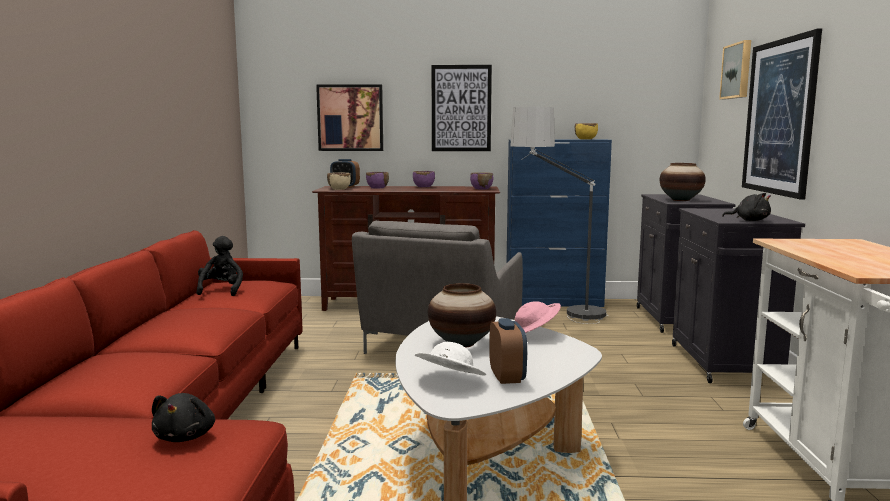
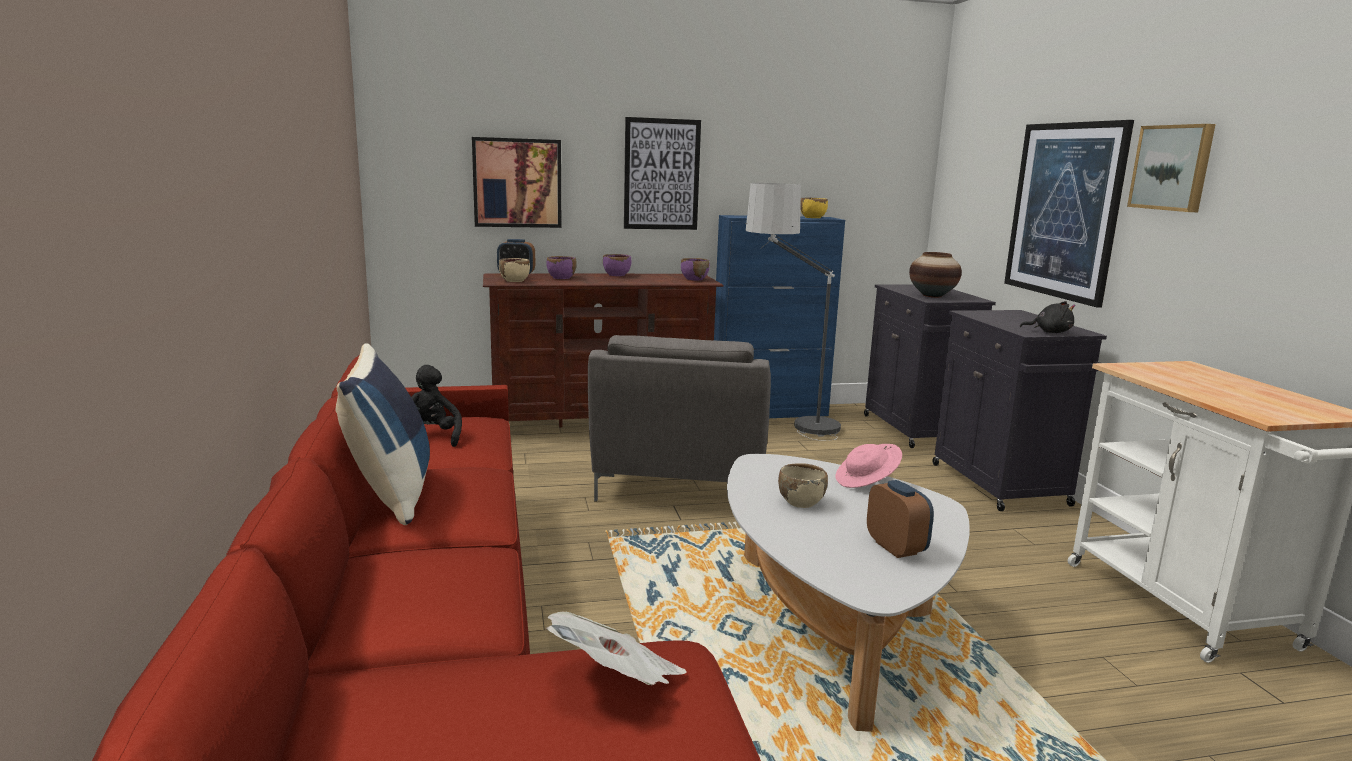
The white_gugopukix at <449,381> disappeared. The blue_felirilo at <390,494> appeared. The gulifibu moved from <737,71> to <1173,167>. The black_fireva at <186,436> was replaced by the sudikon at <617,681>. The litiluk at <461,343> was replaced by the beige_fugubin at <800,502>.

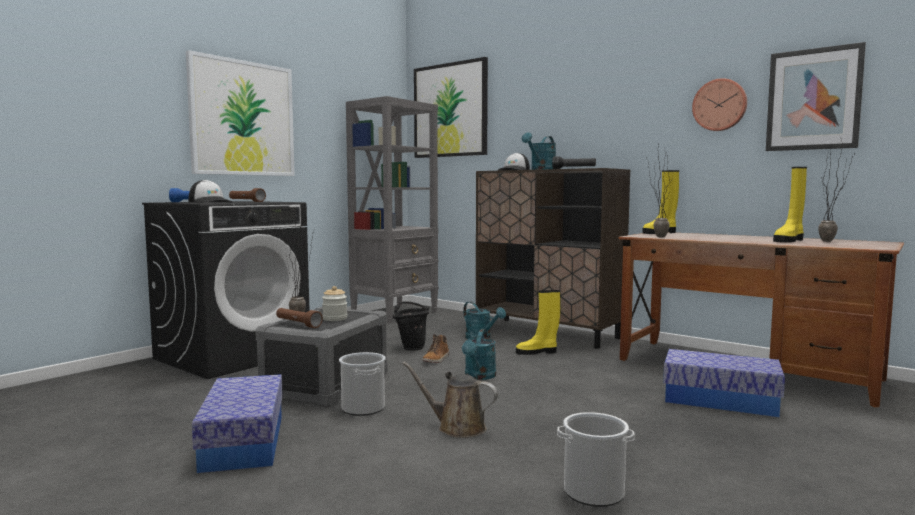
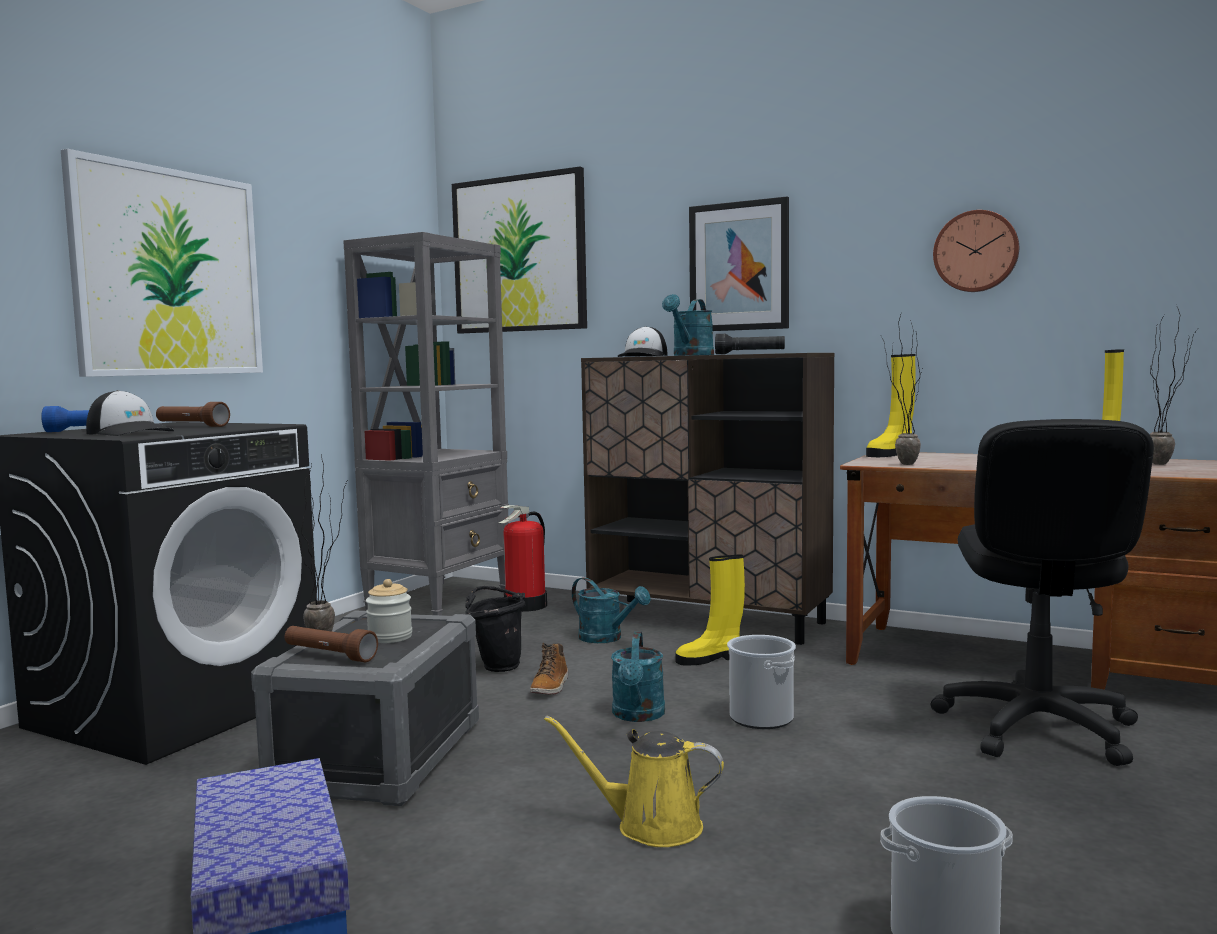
The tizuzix at <526,606> appeared. The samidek moved from <363,408> to <761,718>. The gulifibu moved from <813,99> to <739,266>. The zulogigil at <720,400> was replaced by the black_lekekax at <1036,728>. The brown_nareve at <457,427> became the yellow_nareve at <650,826>.

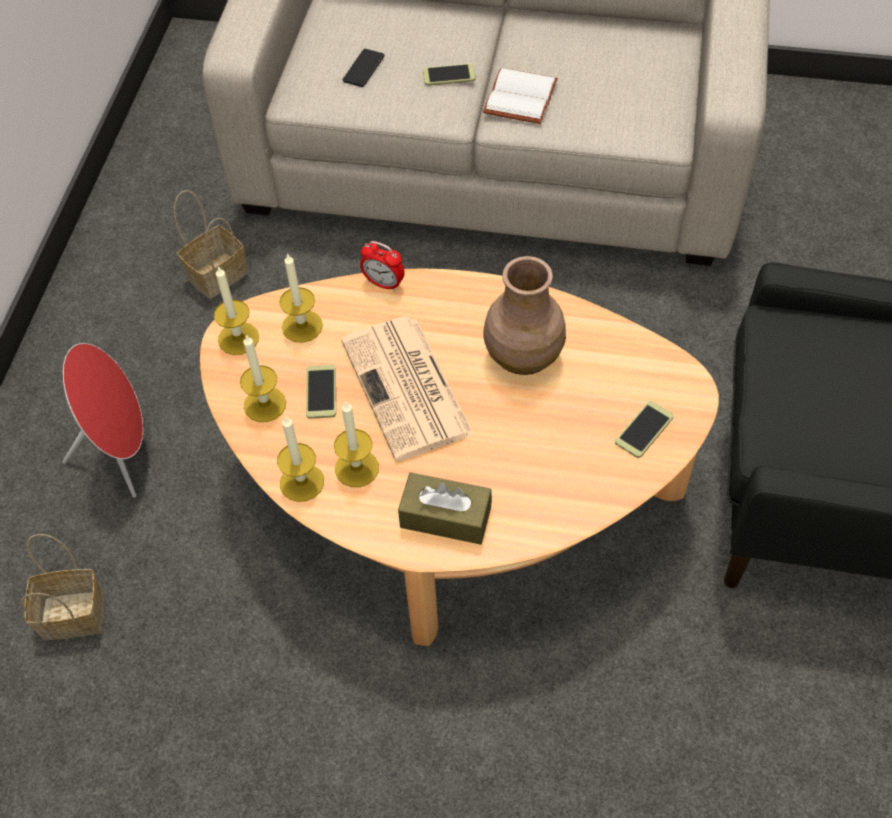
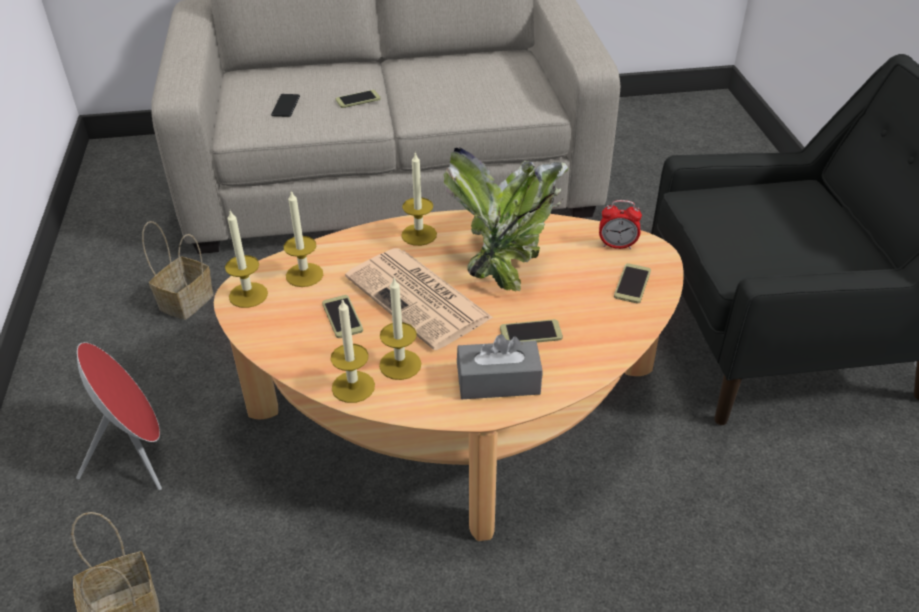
The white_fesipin at <518,96> disappeared. The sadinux at <530,333> appeared. The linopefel moved from <265,404> to <419,235>. The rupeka moved from <384,283> to <617,245>. The brown_litiluk at <522,356> was replaced by the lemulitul at <506,257>. The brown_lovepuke at <445,517> became the grey_lovepuke at <498,382>.

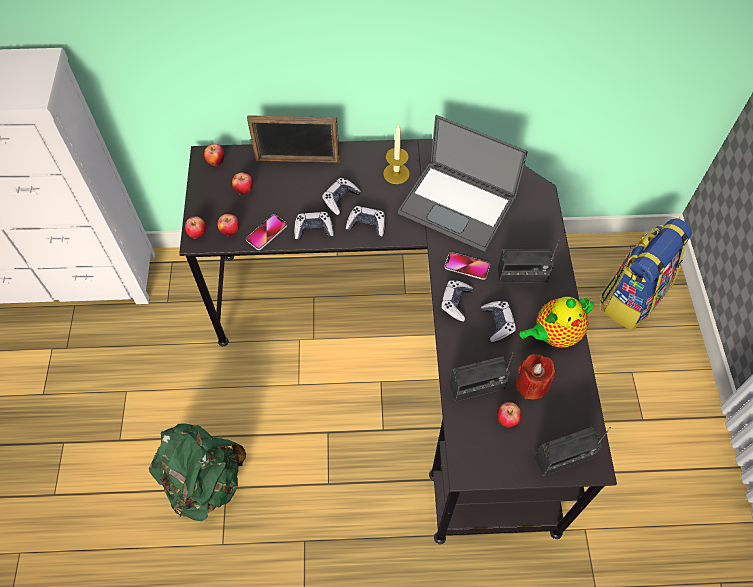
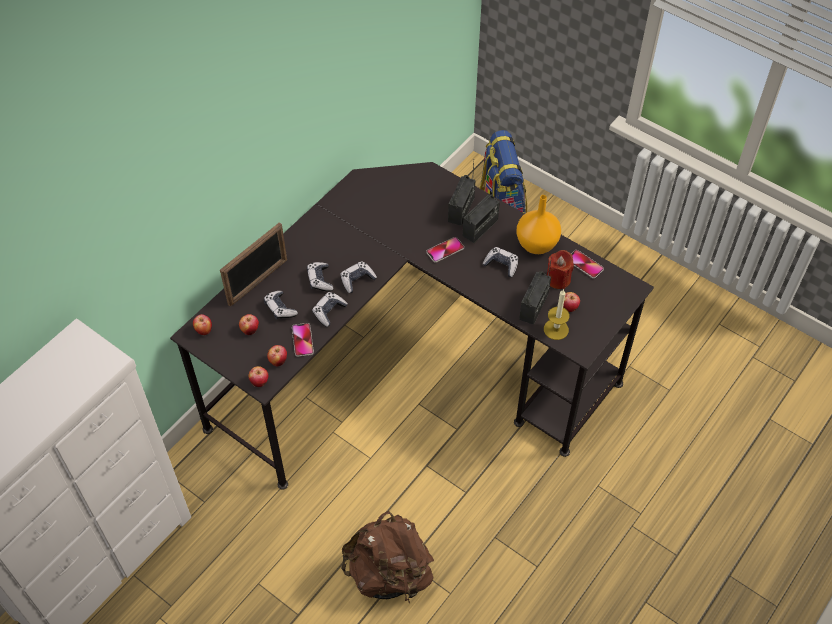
The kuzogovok at <459,205> disappeared. The sadinux at <584,264> appeared. The linopefel moved from <396,173> to <556,329>. The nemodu moved from <455,303> to <280,308>. The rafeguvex moved from <563,458> to <461,210>. The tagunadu at <553,335> was replaced by the orange_litiluk at <536,244>. The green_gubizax at <204,481> became the brown_gubizax at <389,573>.

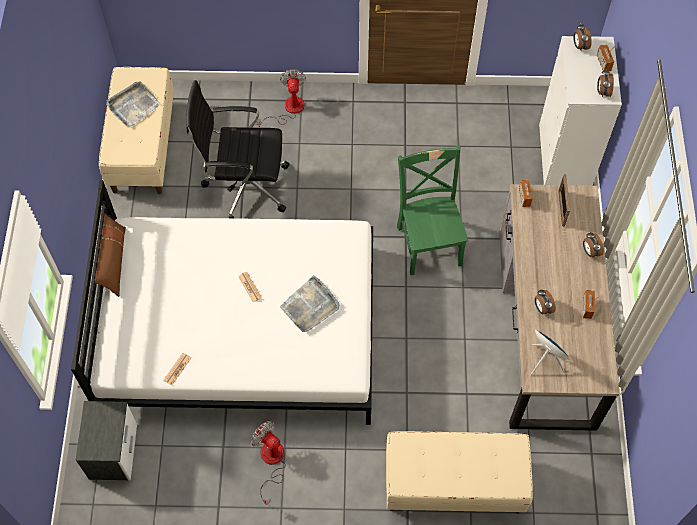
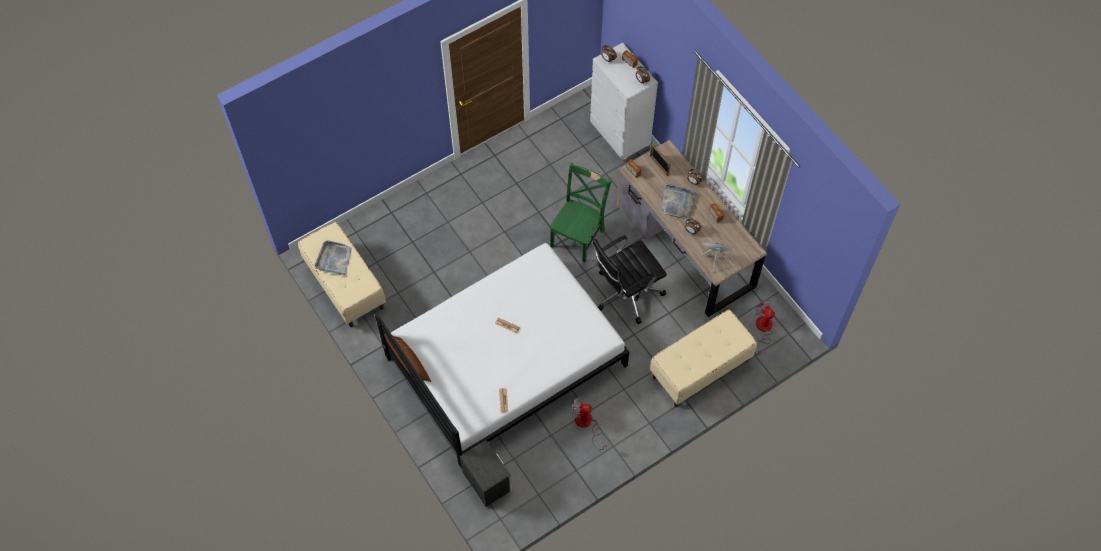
The black_lekekax moved from <244,186> to <626,293>. The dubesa moved from <288,109> to <763,330>. The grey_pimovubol moved from <310,306> to <677,202>. The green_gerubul at <429,242> turned 75 degrees clockwise.

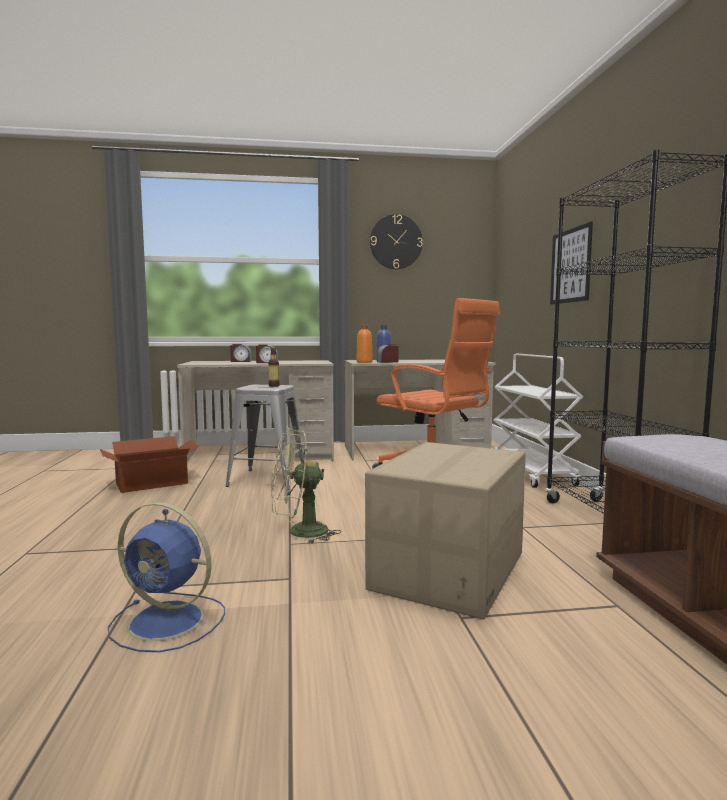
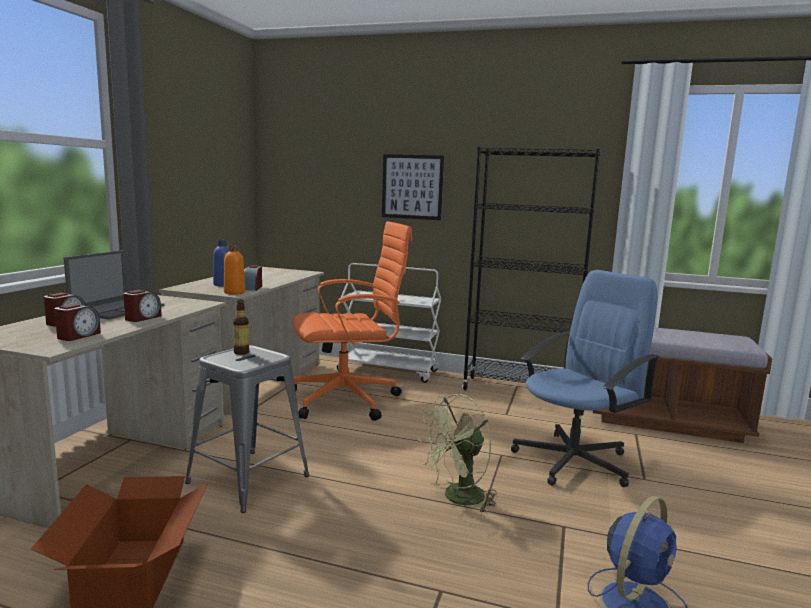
The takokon at <396,242> disappeared. The rupeka at <78,336> appeared. The kuzogovok at <118,309> appeared. The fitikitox at <450,571> was replaced by the blue_lekekax at <574,461>. The green_dubesa at <299,533> turned 45 degrees clockwise.

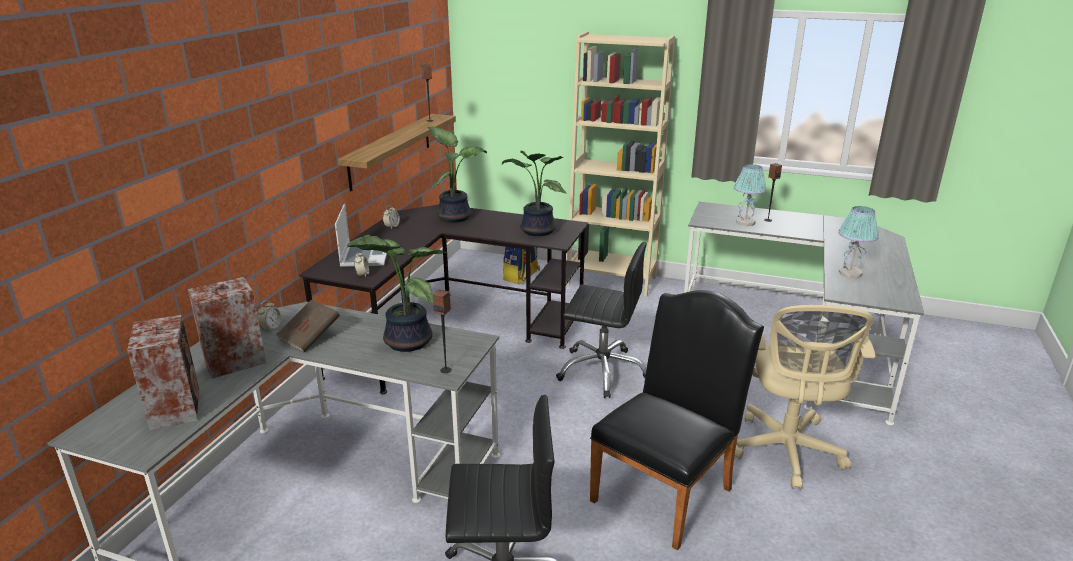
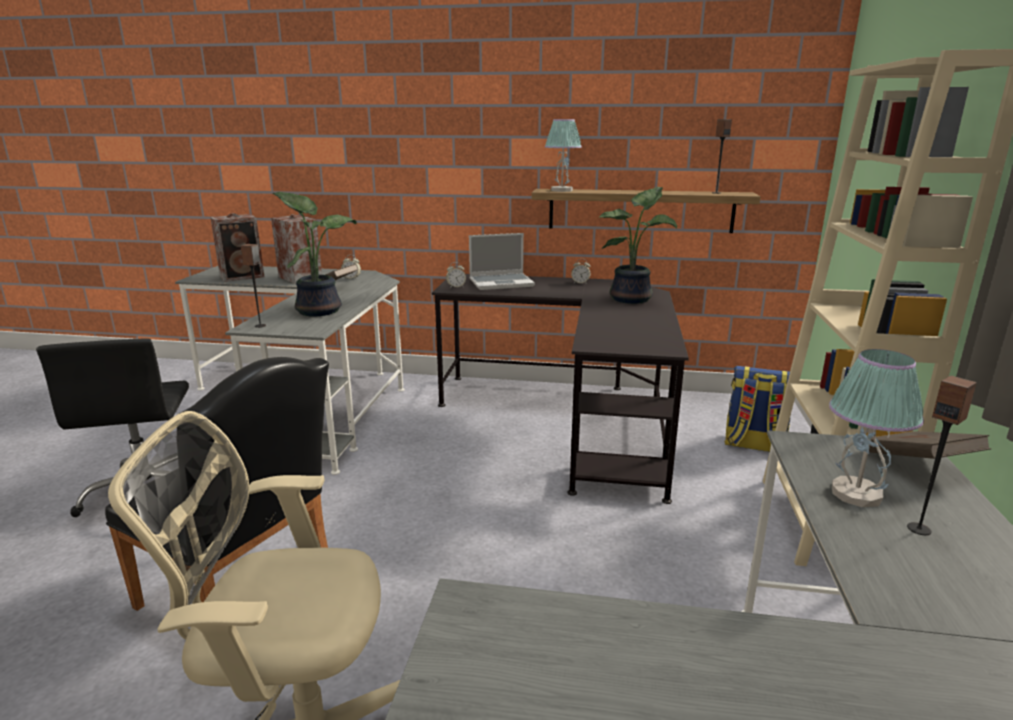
The lemulitul at <535,231> disappeared. The black_lekekax at <602,371> disappeared. The brown_fesipin at <916,465> appeared. The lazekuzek moved from <850,273> to <561,190>.

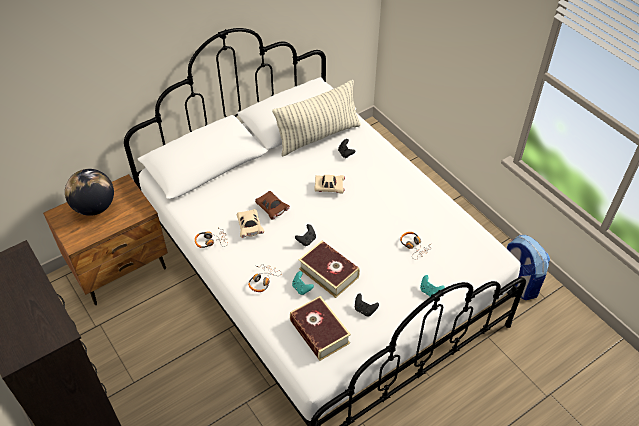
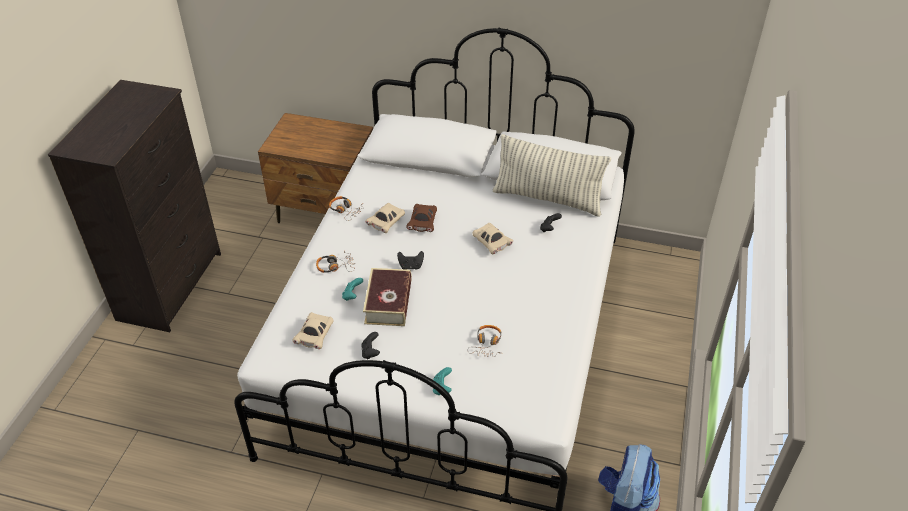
The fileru at <95,207> disappeared. The fesipin at <319,332> was replaced by the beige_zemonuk at <315,336>.

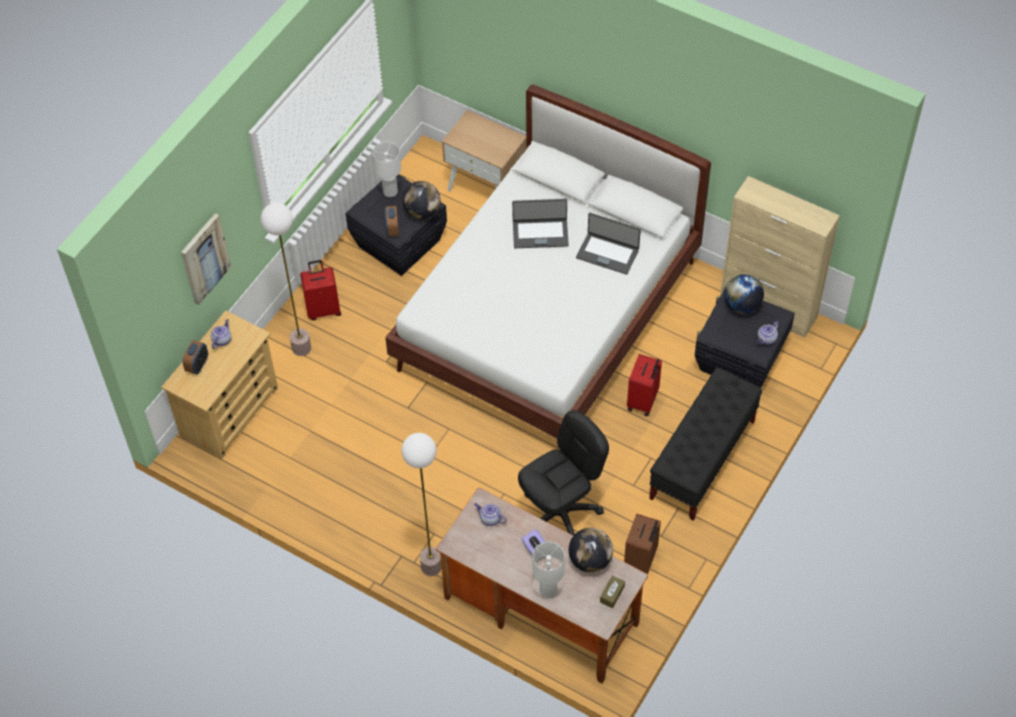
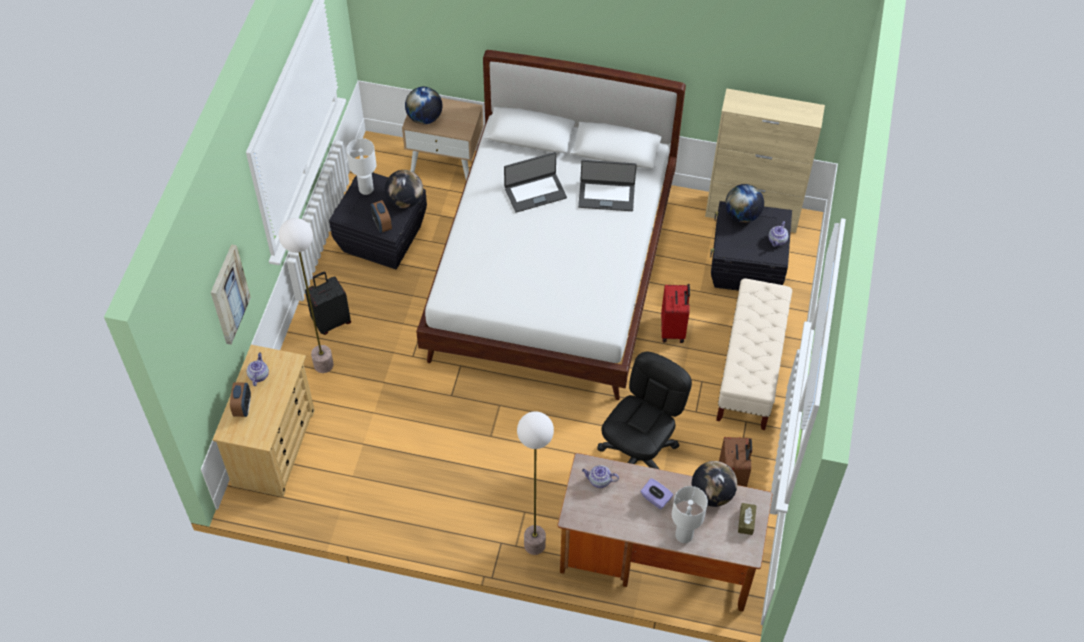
The fileru at <424,118> appeared. The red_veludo at <323,309> became the black_veludo at <331,321>. The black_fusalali at <702,460> became the beige_fusalali at <750,370>.

